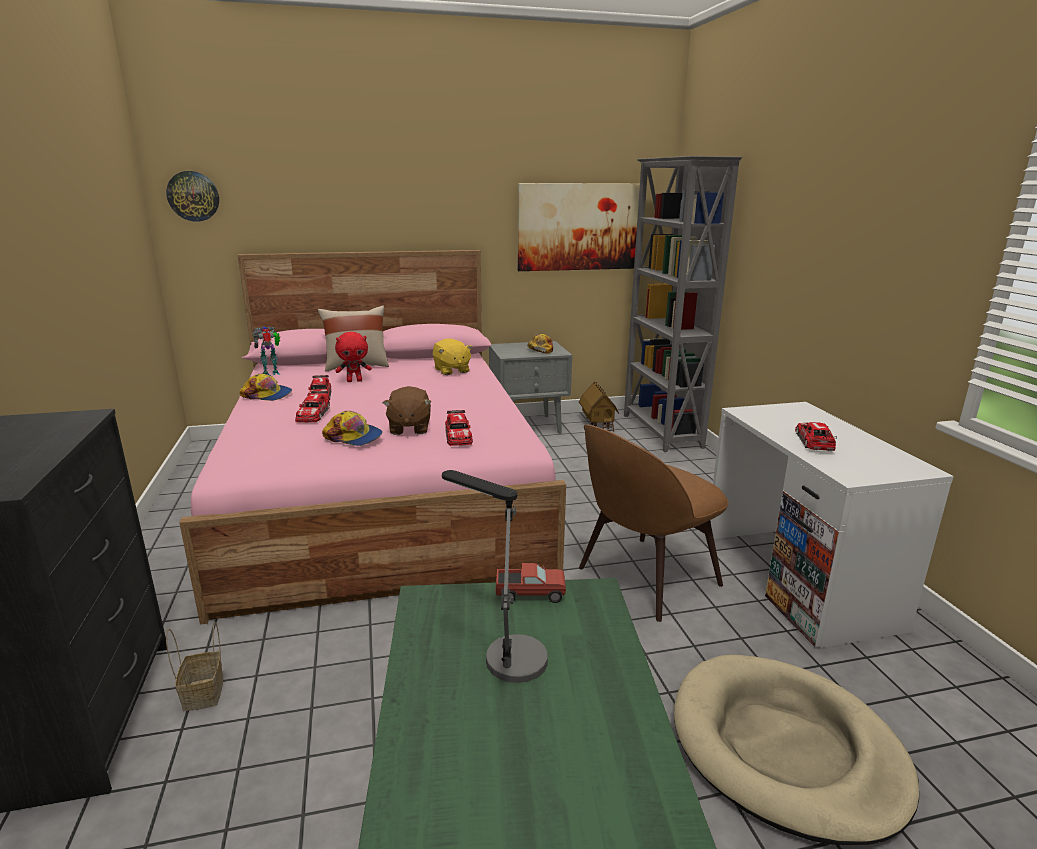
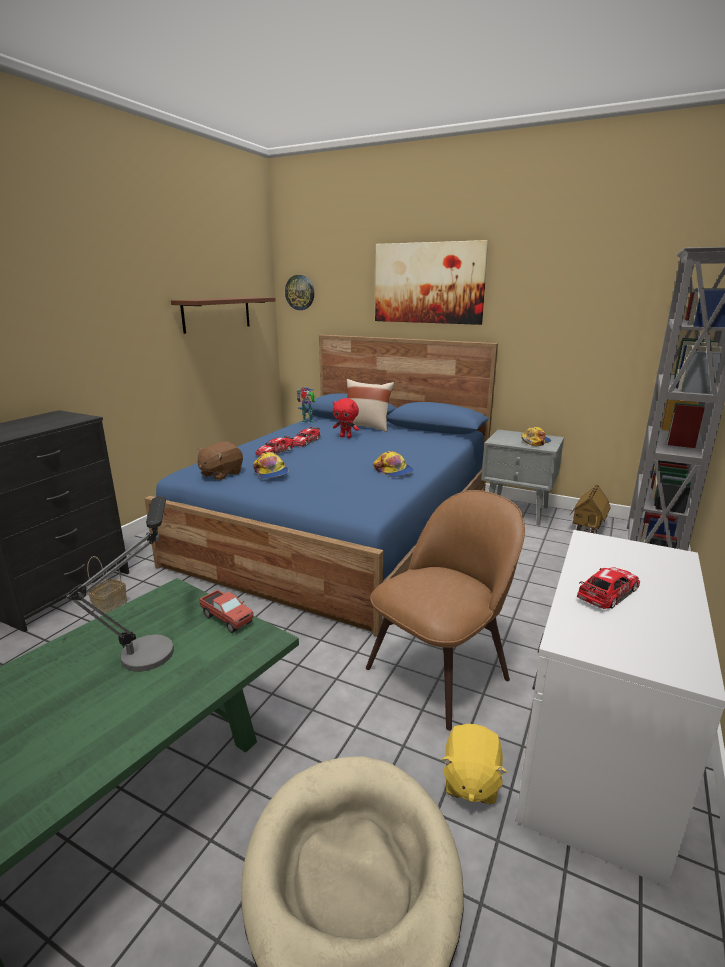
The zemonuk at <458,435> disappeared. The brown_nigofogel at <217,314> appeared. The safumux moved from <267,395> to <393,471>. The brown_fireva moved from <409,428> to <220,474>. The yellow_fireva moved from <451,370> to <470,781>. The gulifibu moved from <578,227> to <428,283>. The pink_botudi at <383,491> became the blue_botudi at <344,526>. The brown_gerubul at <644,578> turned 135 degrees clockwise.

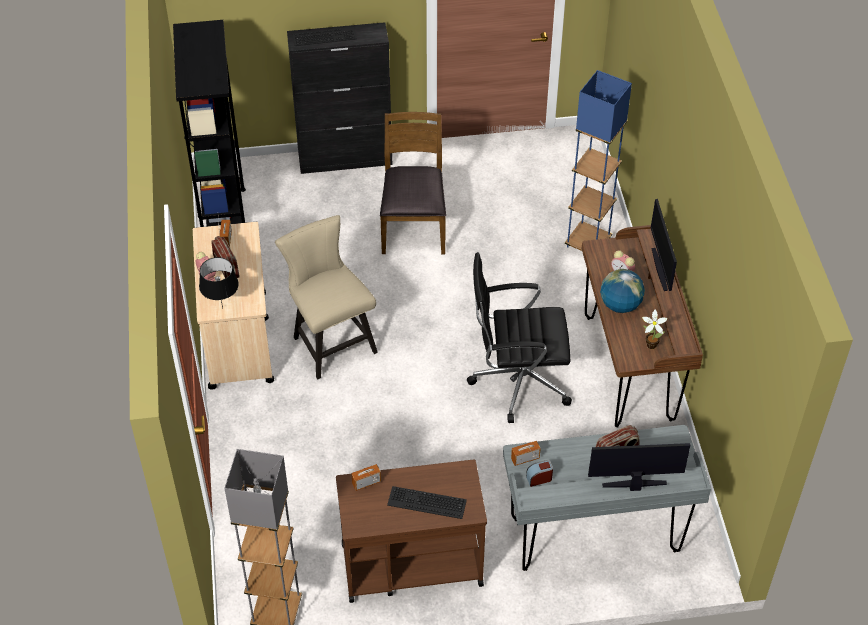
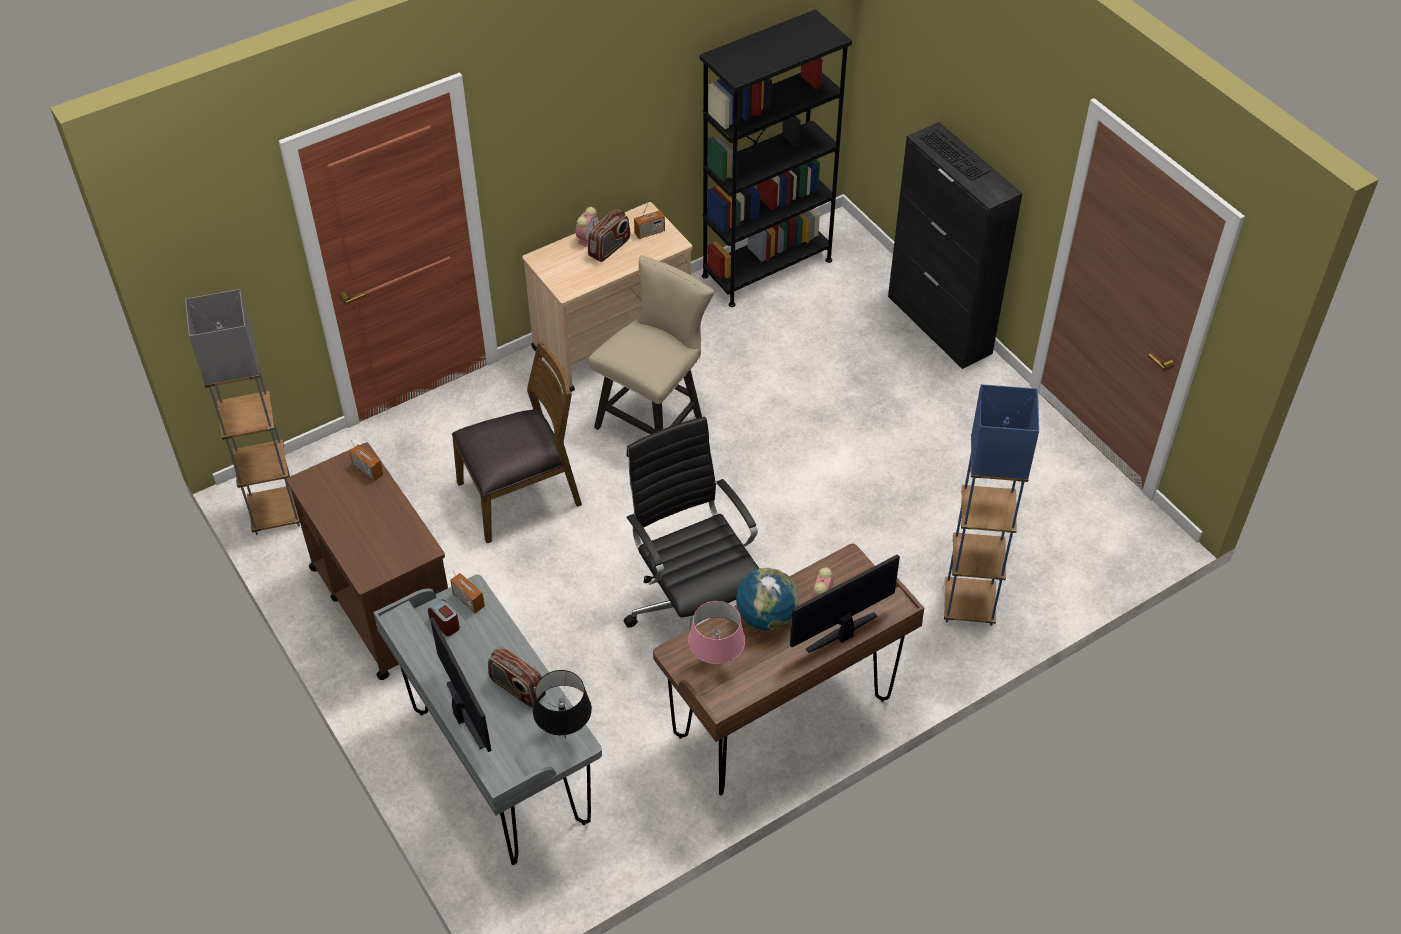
The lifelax at <425,503> disappeared. The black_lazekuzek moved from <222,308> to <565,737>. The brown_gerubul moved from <413,226> to <521,495>. The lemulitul at <650,344> was replaced by the pink_lazekuzek at <716,669>.

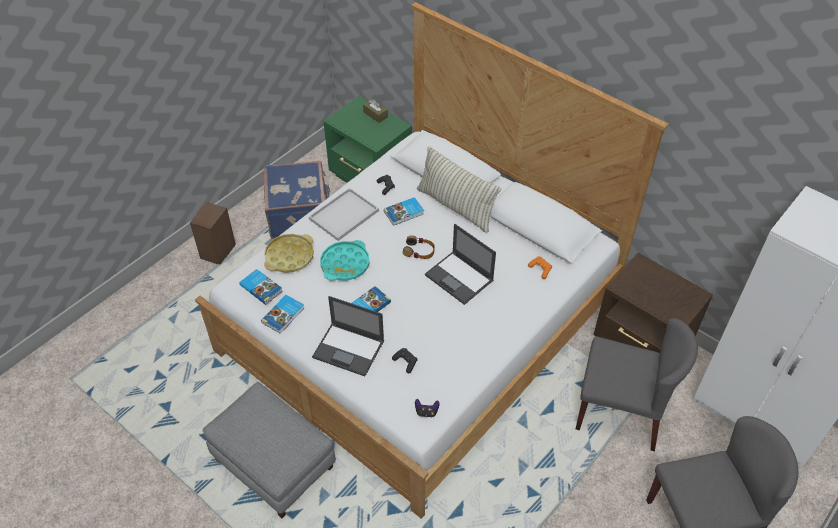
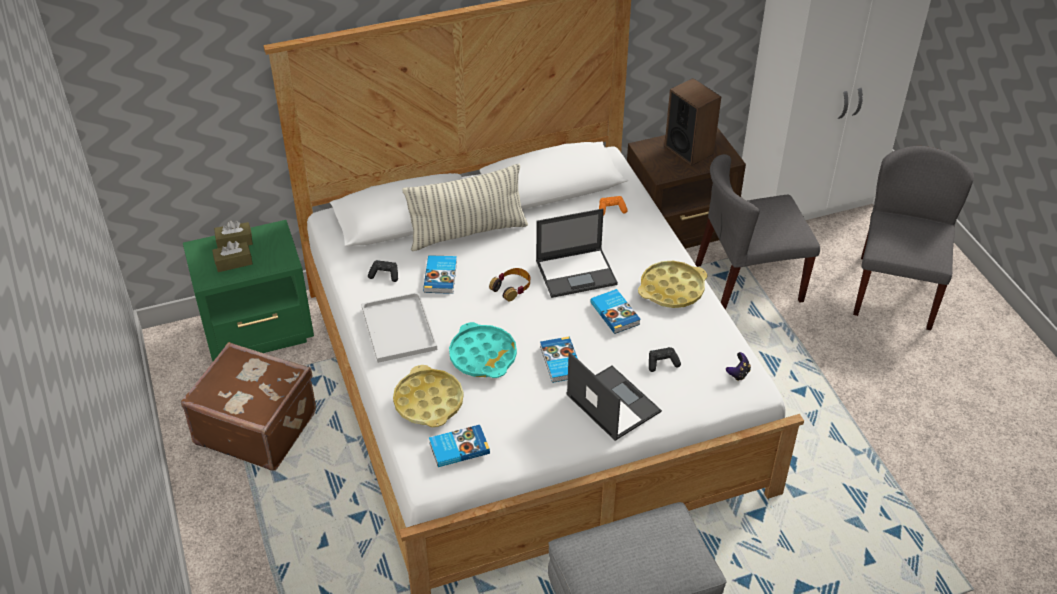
The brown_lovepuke at <233,262> appeared. The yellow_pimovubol at <672,289> appeared. The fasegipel moved from <218,251> to <689,149>. The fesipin moved from <284,315> to <615,313>. The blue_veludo at <300,215> became the brown_veludo at <257,426>. The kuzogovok at <349,349> turned 90 degrees counterclockwise. The grey_gerubul at <620,412> turned 150 degrees counterclockwise.

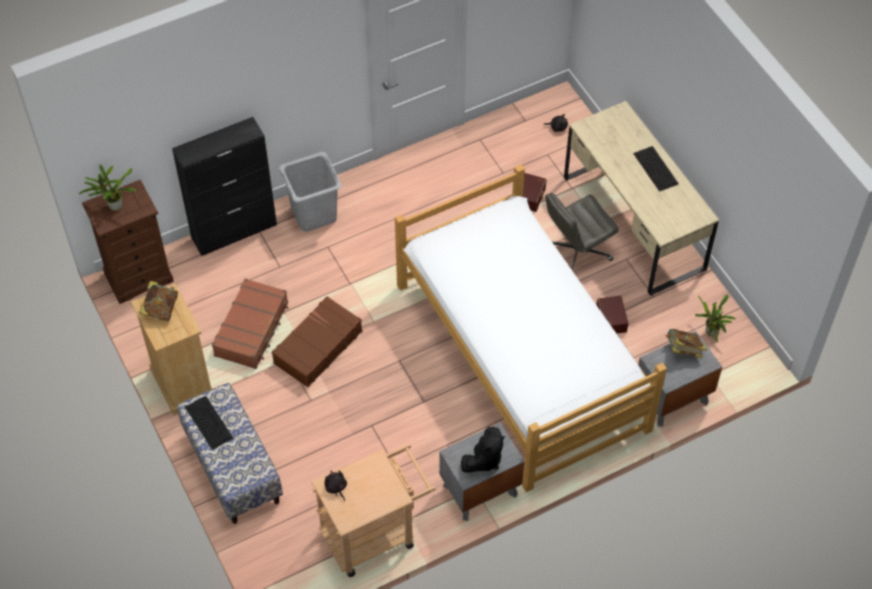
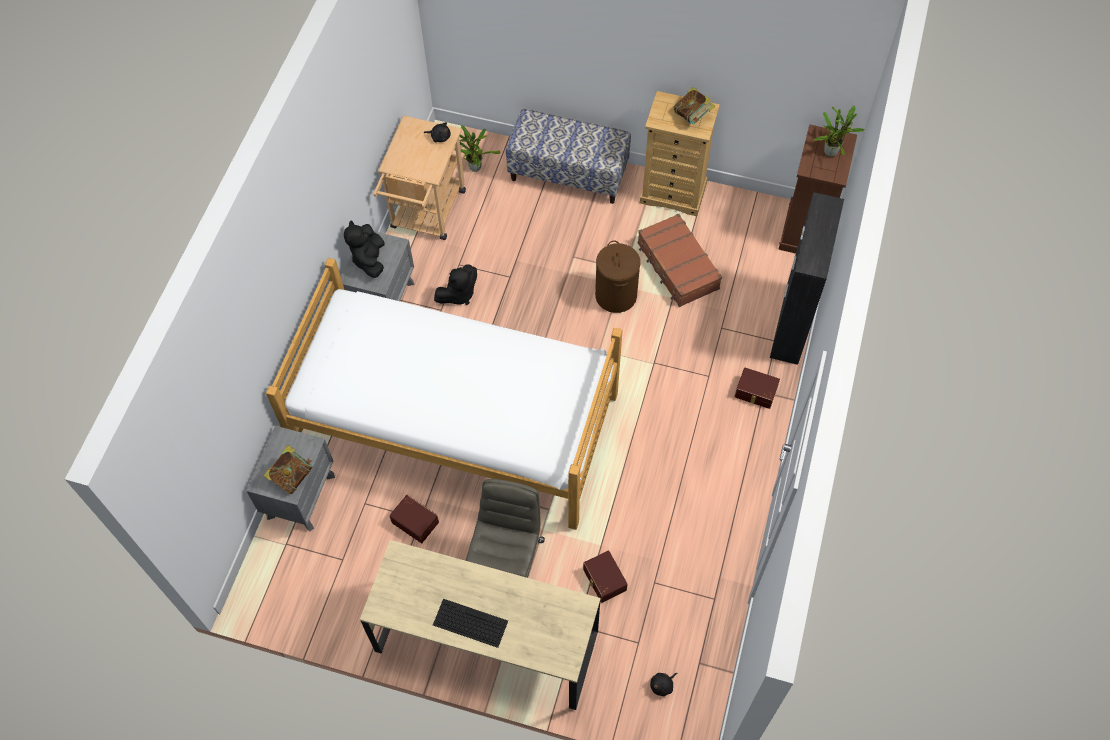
The lifelax at <208,422> disappeared. The black_fireva at <458,294> appeared. The lemulitul moved from <710,333> to <474,166>. The brown_veludo at <317,347> was replaced by the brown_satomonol at <615,295>. The grey_satomonol at <313,214> was replaced by the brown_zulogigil at <755,393>.

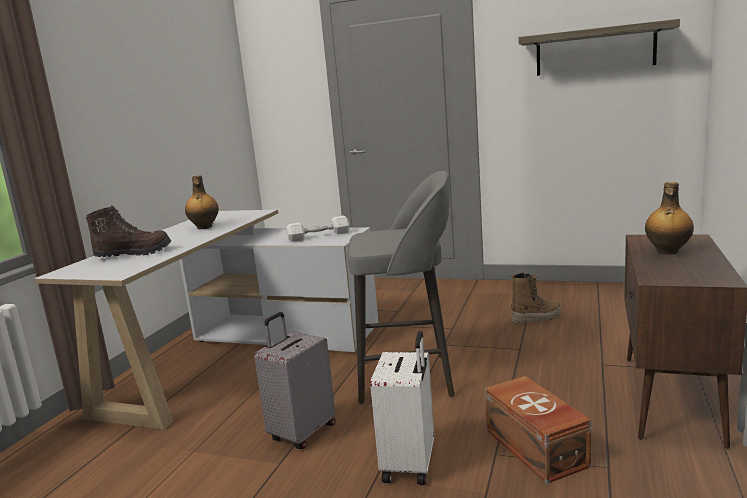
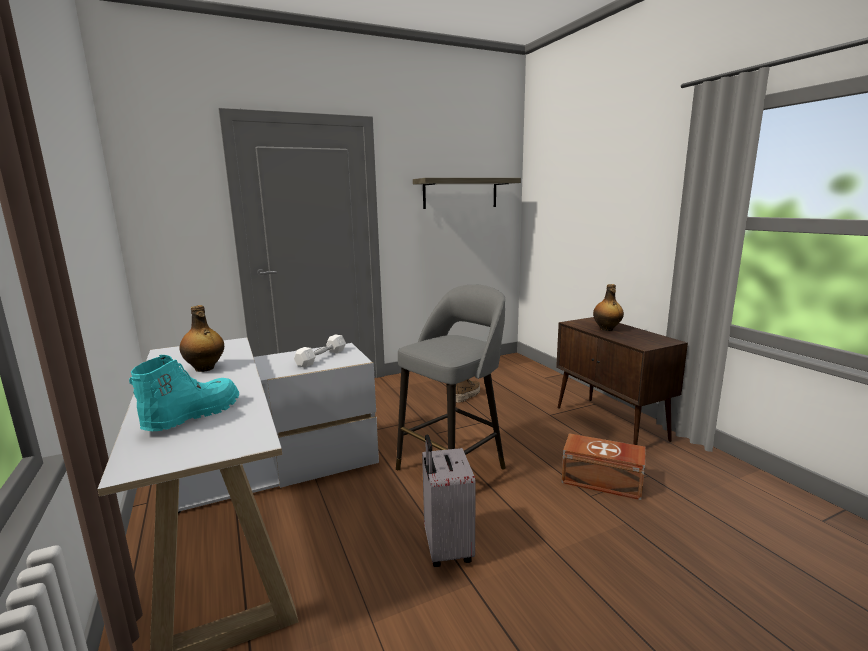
The white_veludo at <410,465> disappeared. The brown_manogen at <134,254> became the turquoise_manogen at <192,416>.

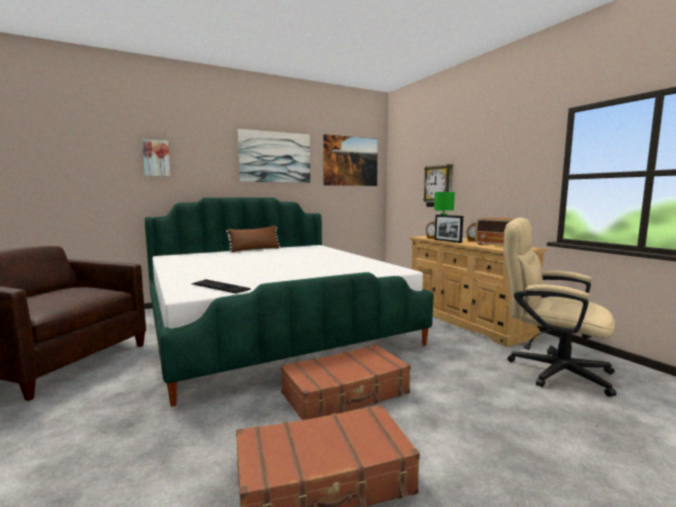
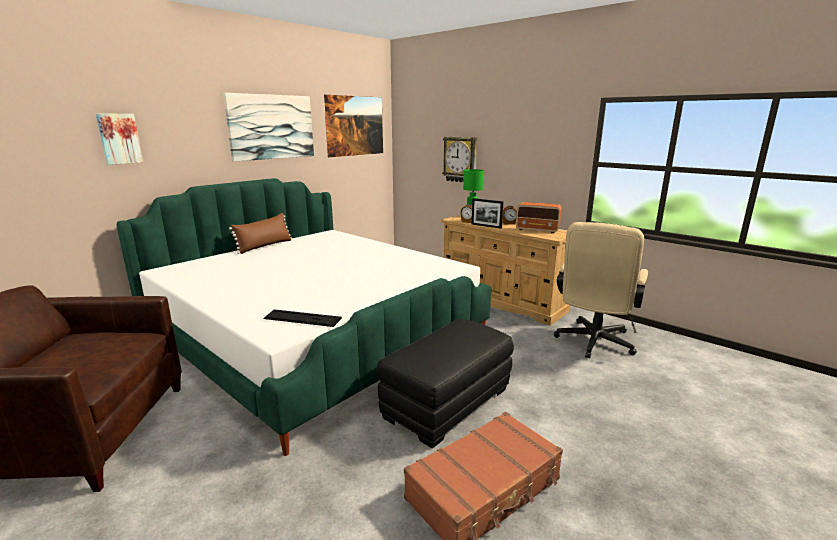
The brown_veludo at <346,394> was replaced by the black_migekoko at <447,402>. The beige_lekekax at <549,370> turned 75 degrees counterclockwise.

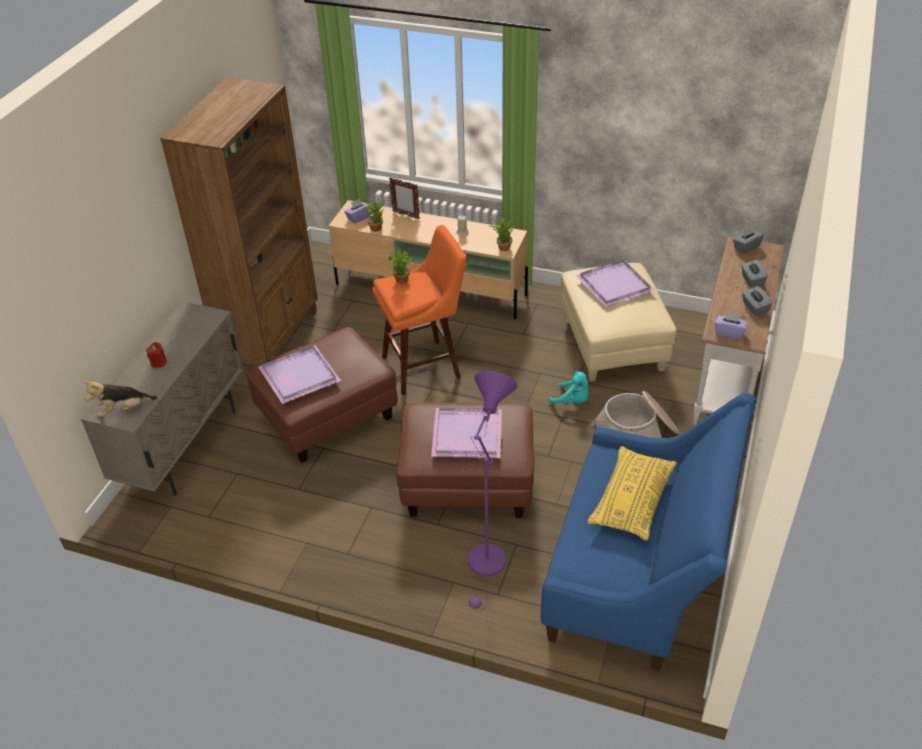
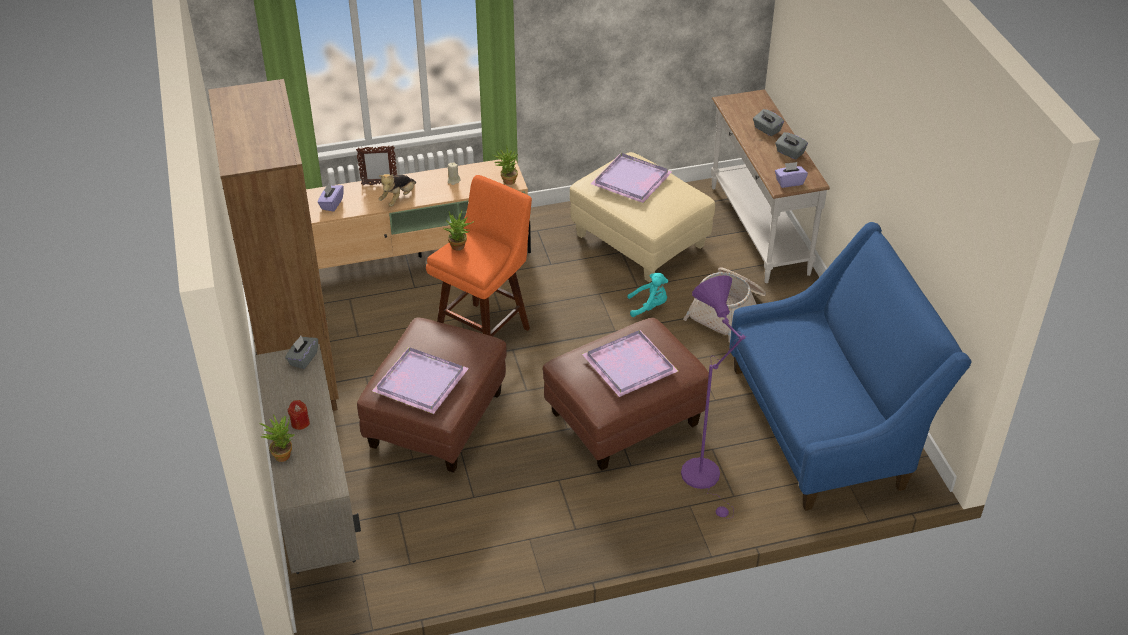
The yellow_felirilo at <631,501> disappeared. The fireva moved from <123,409> to <398,198>. The lemulitul moved from <376,227> to <282,453>. The grey_lovepuke moved from <746,247> to <303,359>.

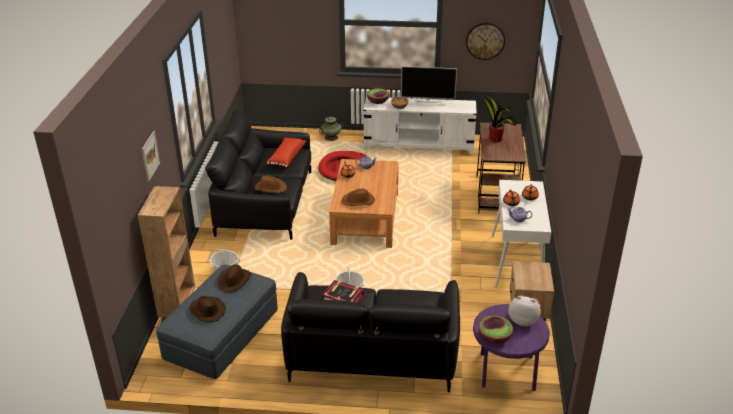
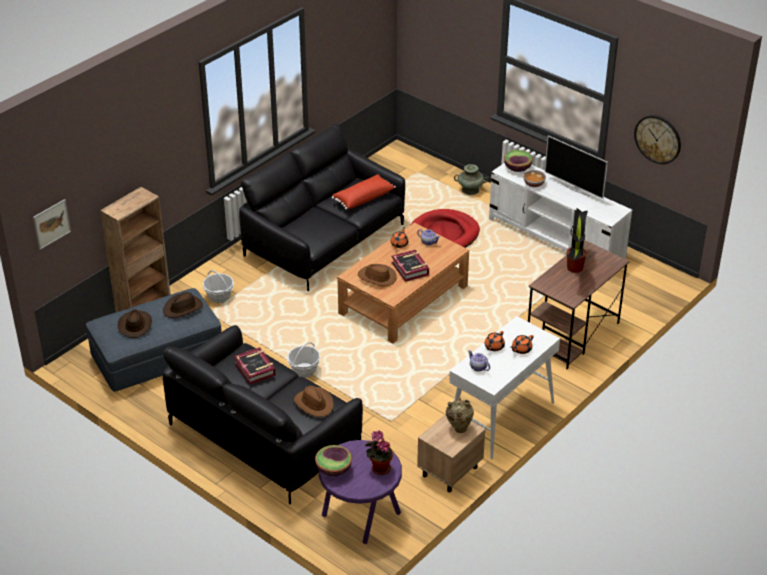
The fesipin at <410,269> appeared. The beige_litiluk at <459,428> appeared. The gulifibu moved from <150,156> to <51,224>. The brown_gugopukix moved from <270,188> to <314,403>. The fireva at <523,320> was replaced by the lemulitul at <379,468>.

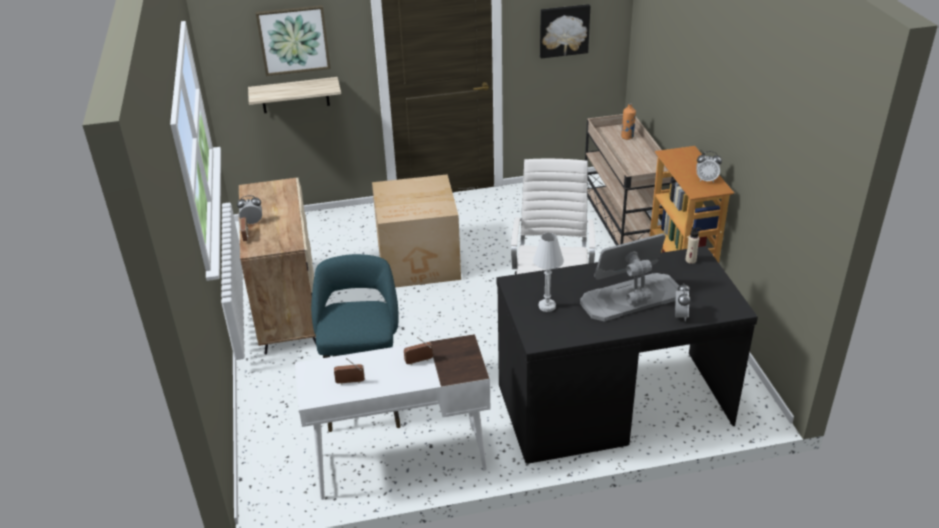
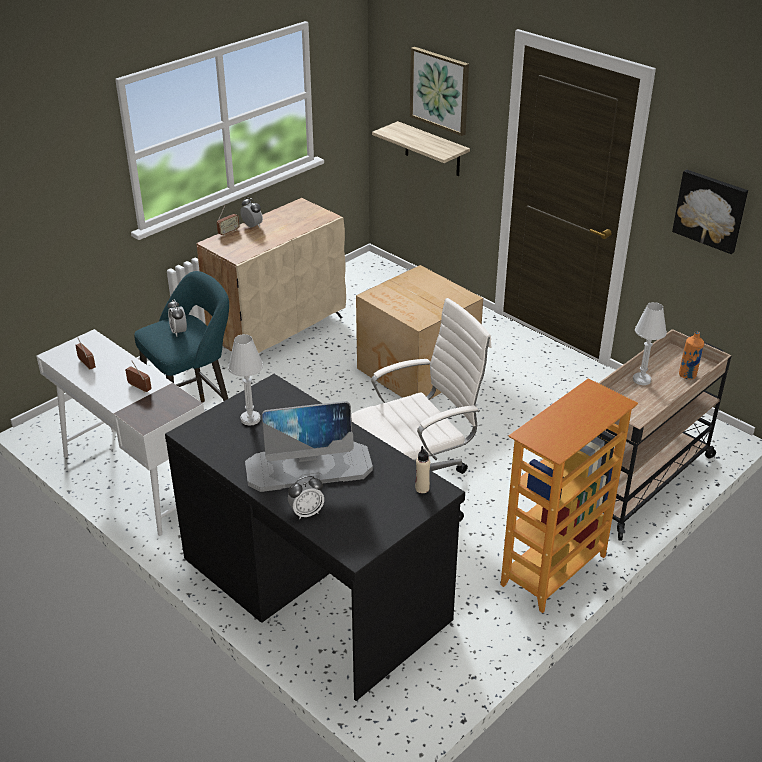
The white_lazekuzek at <641,380> appeared. The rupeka moved from <706,179> to <179,331>. The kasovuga at <630,298> turned 135 degrees clockwise.

